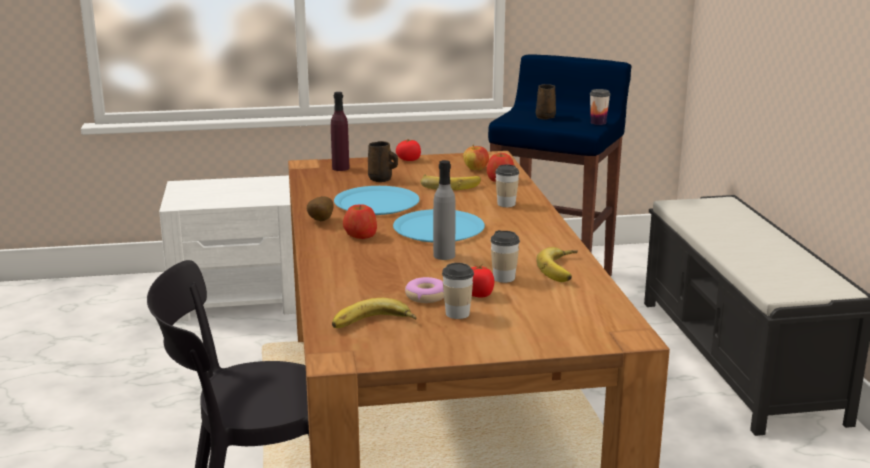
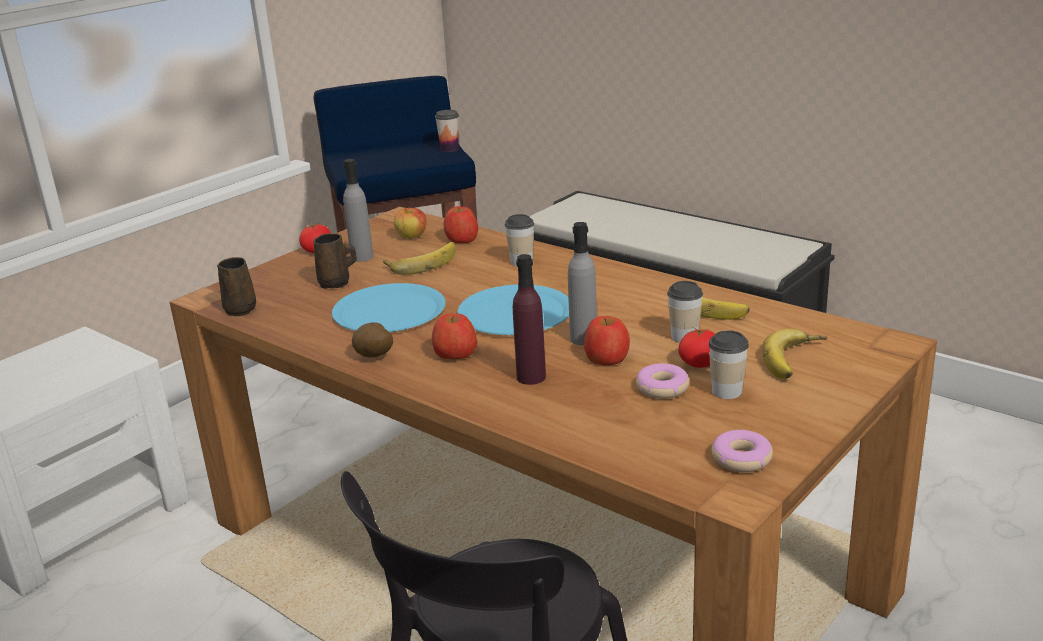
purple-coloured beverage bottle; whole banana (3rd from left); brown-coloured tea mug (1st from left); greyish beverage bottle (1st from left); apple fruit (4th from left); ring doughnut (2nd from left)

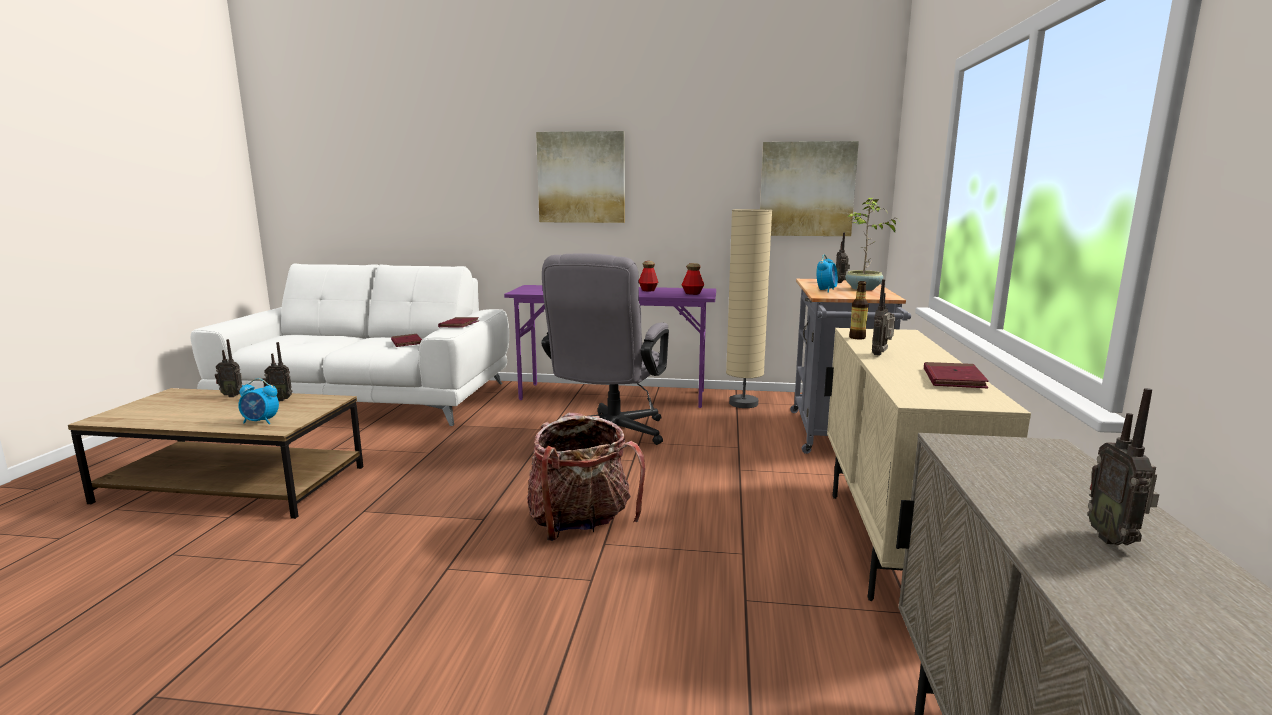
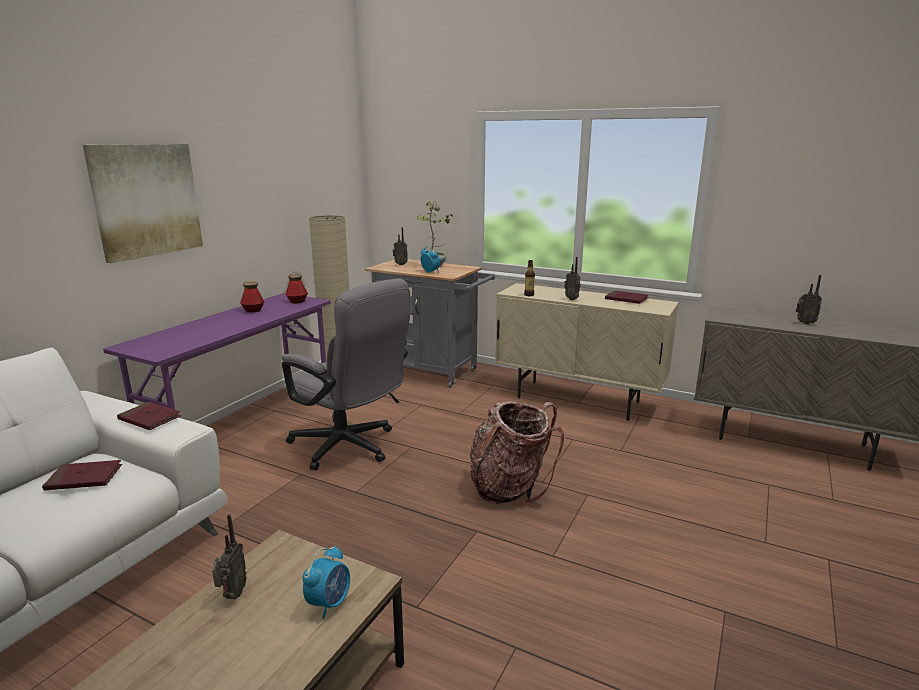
radio (1st from left in the first image); wall picture (2nd from left in the first image)

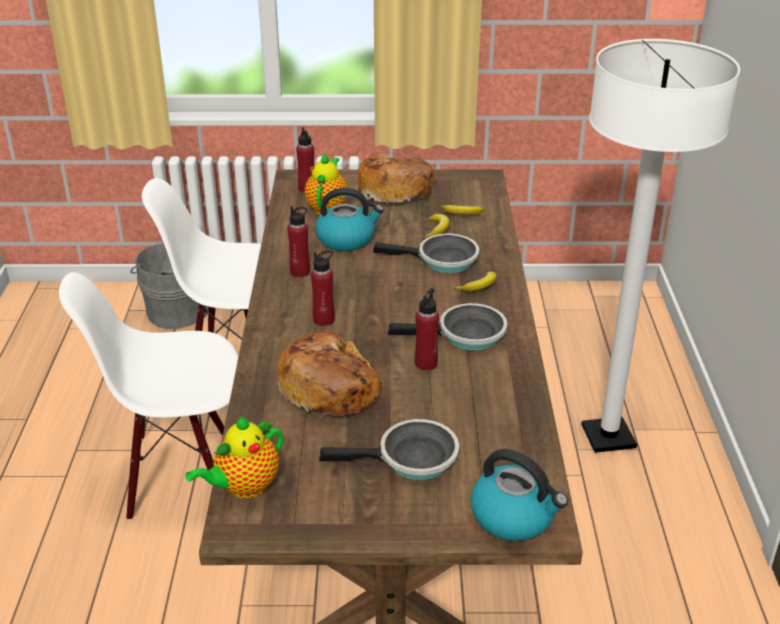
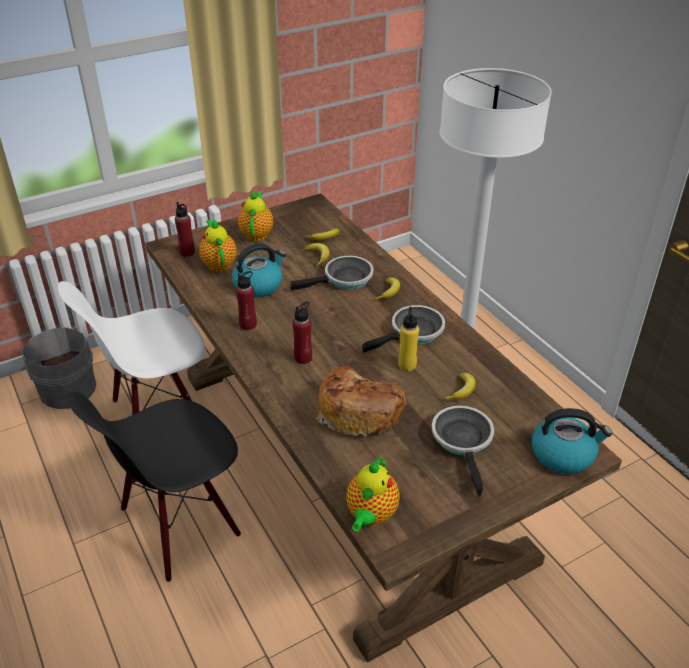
black plain chair; pan (3rd from left); tea pot (2nd from left); yellowish beverage bottle; whole banana (4th from left)

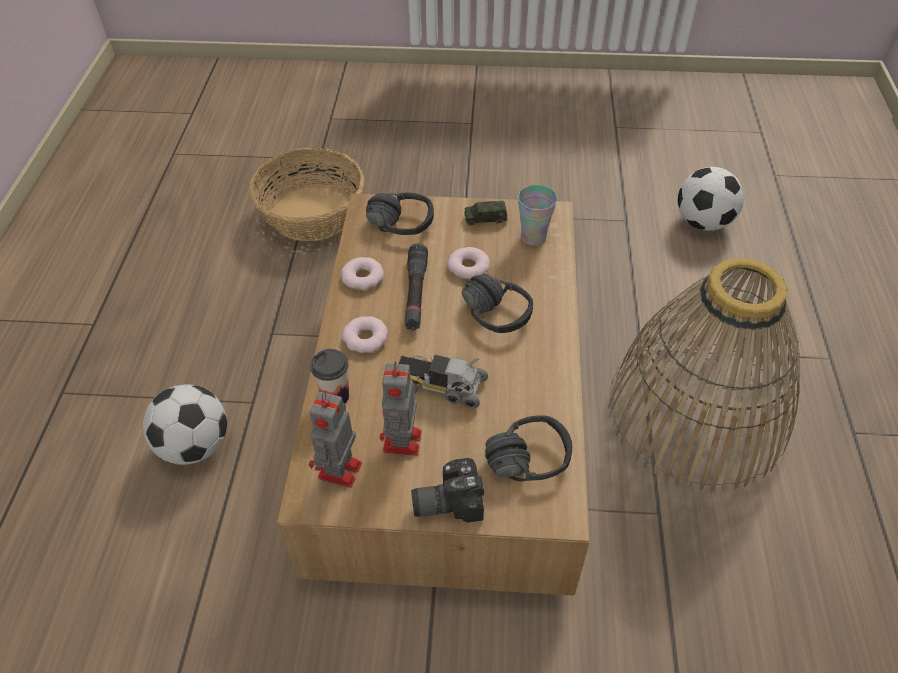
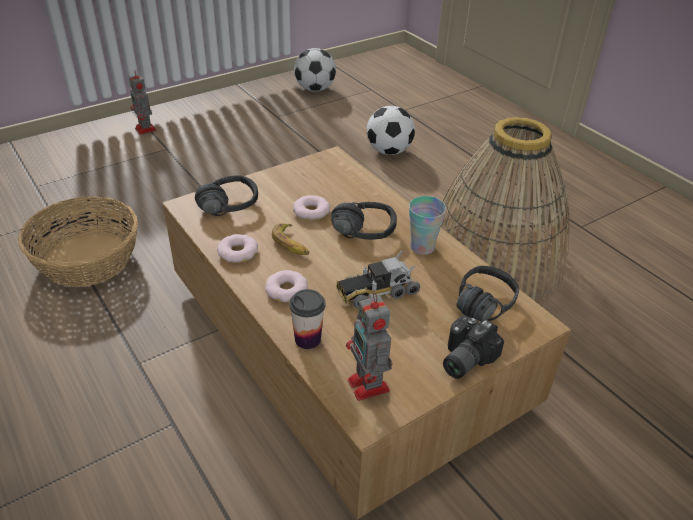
football ball (1st from left); robot figure (1st from left); whole banana; model car; cup (2nd from left)

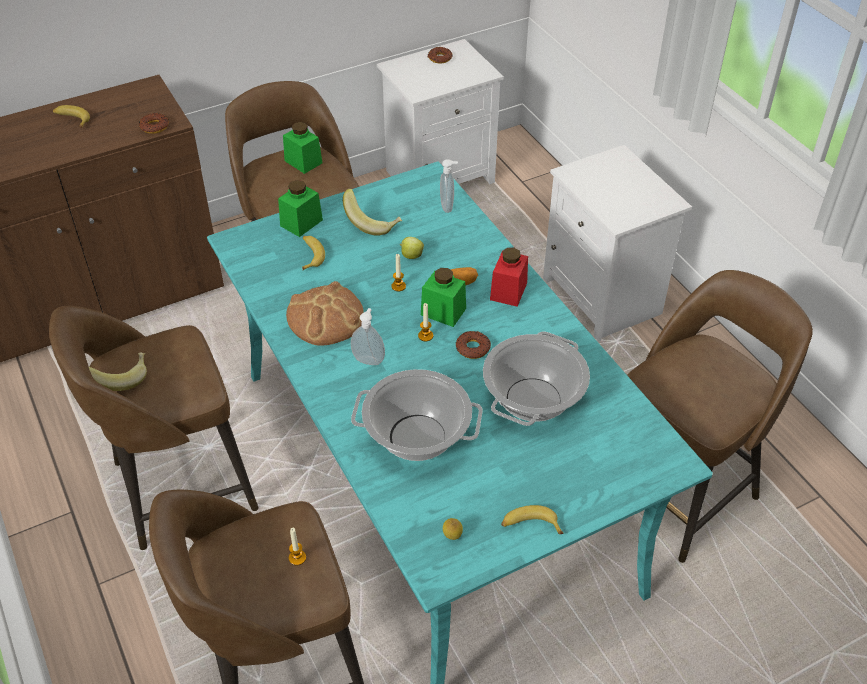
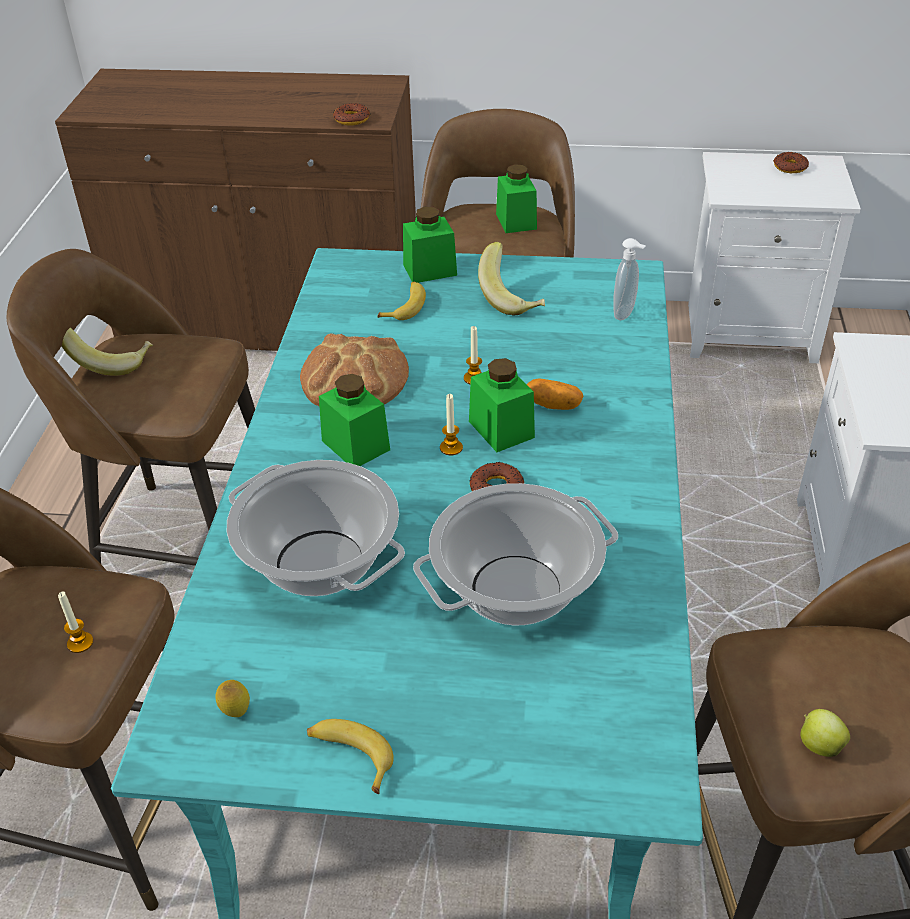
whole banana (1st from left in the first image); green-coloured jar (1st from left); apple fruit; red jar

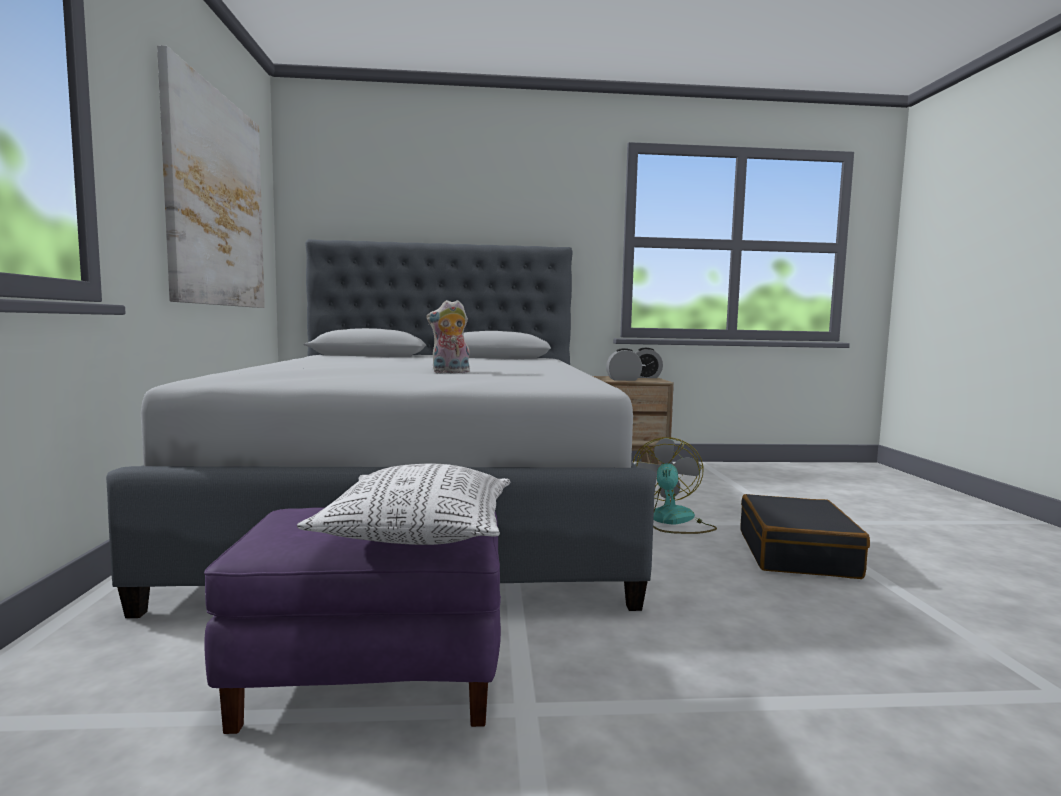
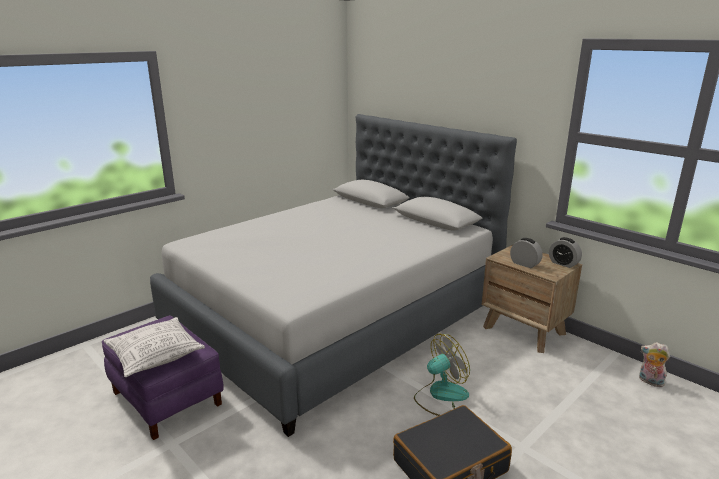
wall picture; plush toy

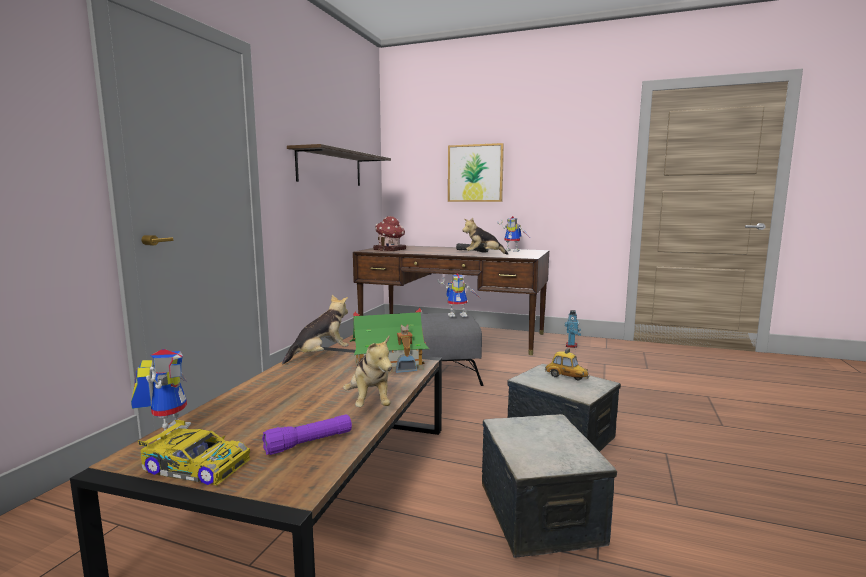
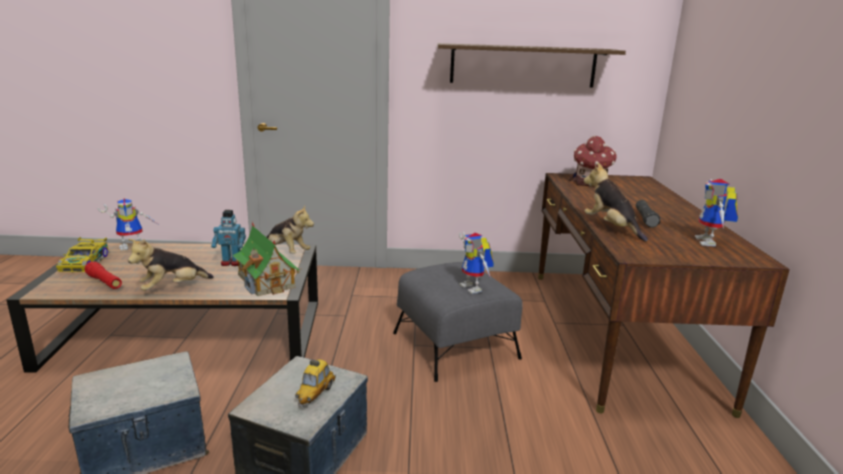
red torch; wall picture; robot figure (2nd from left)

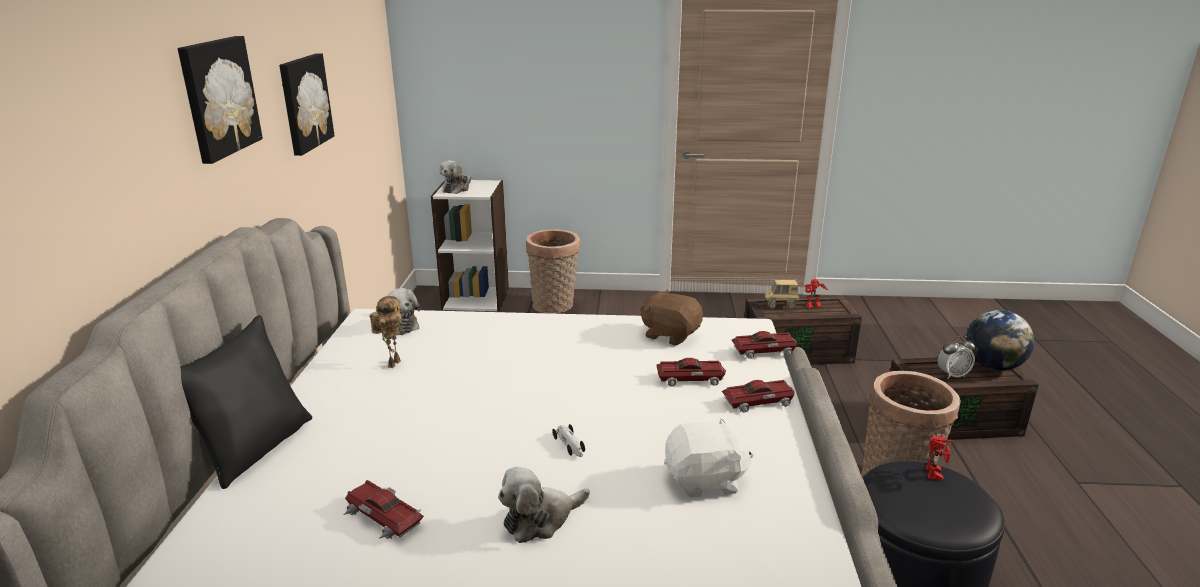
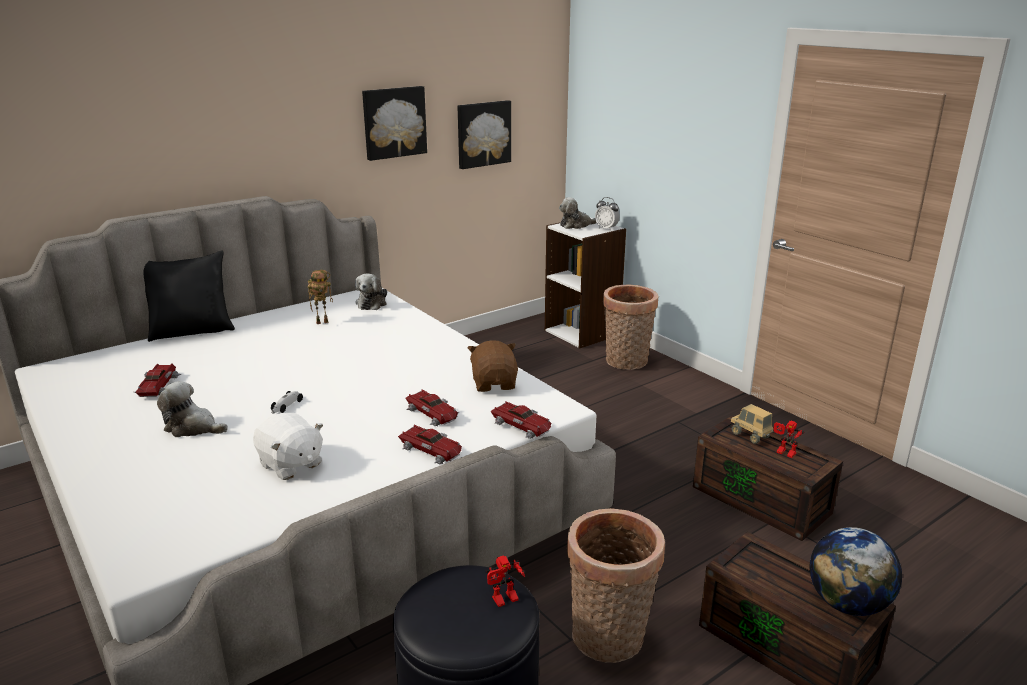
wall picture (2nd from left); alarm clock

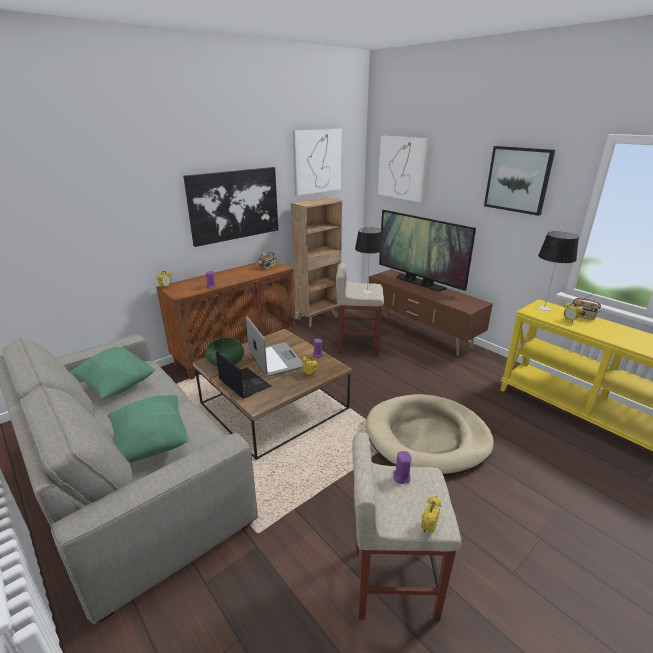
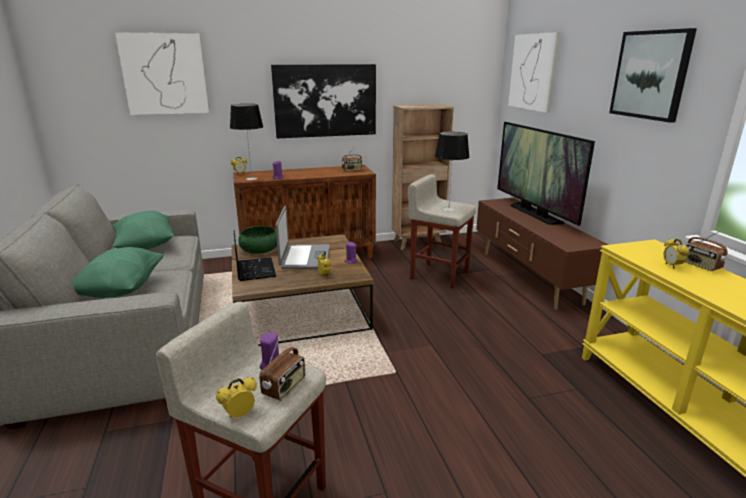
wall picture (1st from left); sand-coloured dog bed; lamp for a table (1st from left); radio (1st from left)

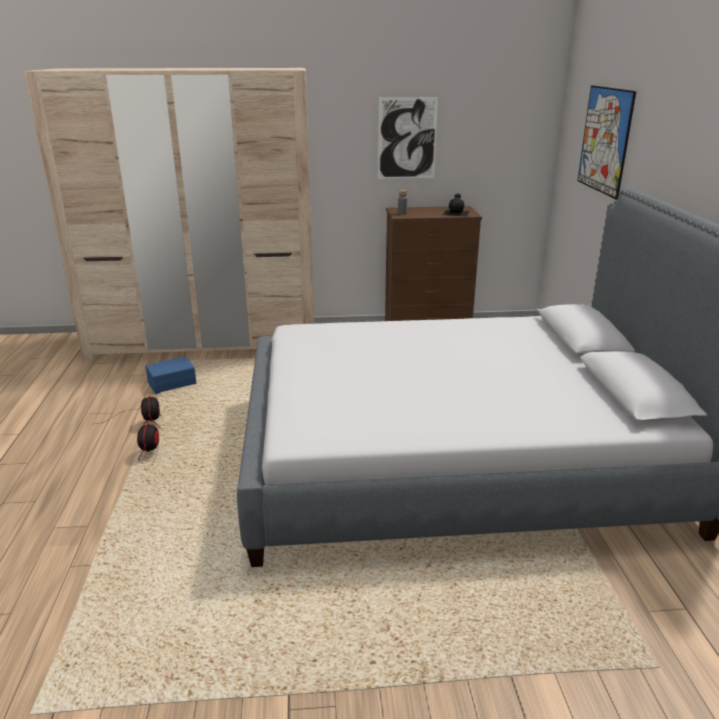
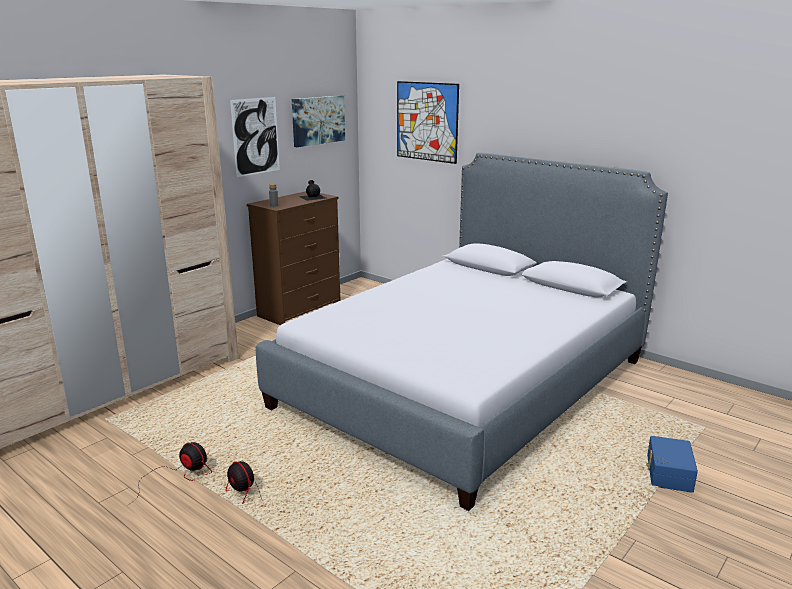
bluish storage box; wall picture (2nd from left)

